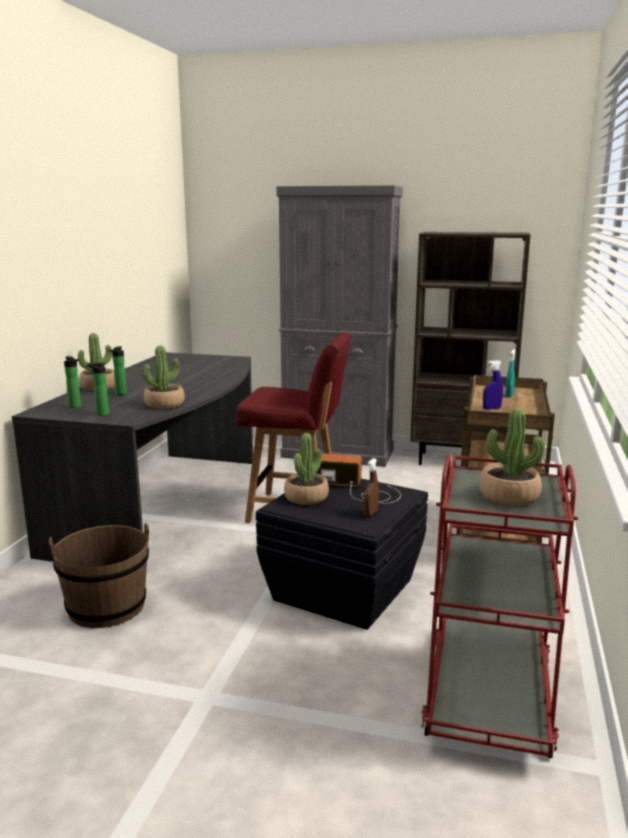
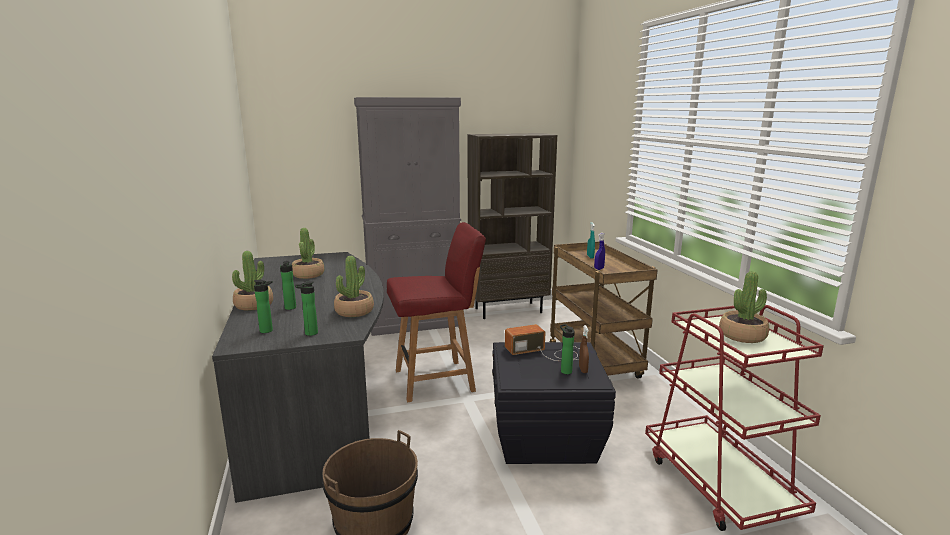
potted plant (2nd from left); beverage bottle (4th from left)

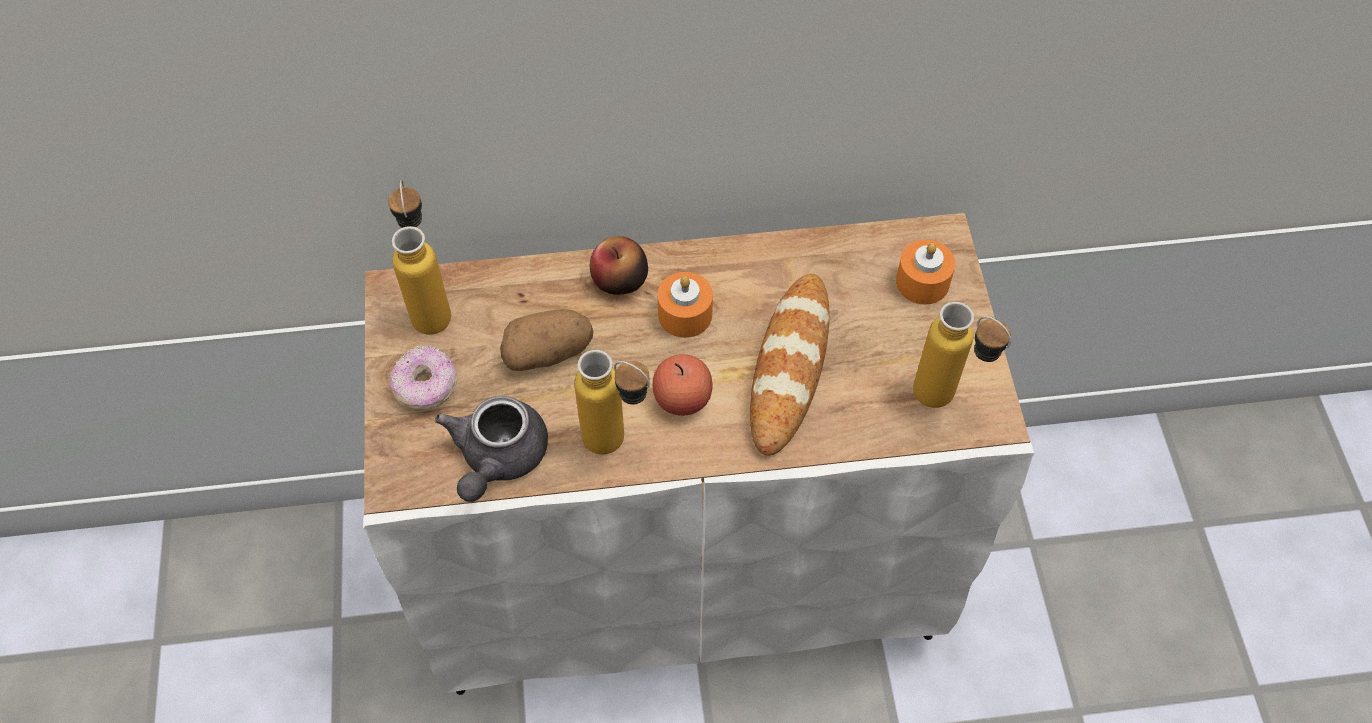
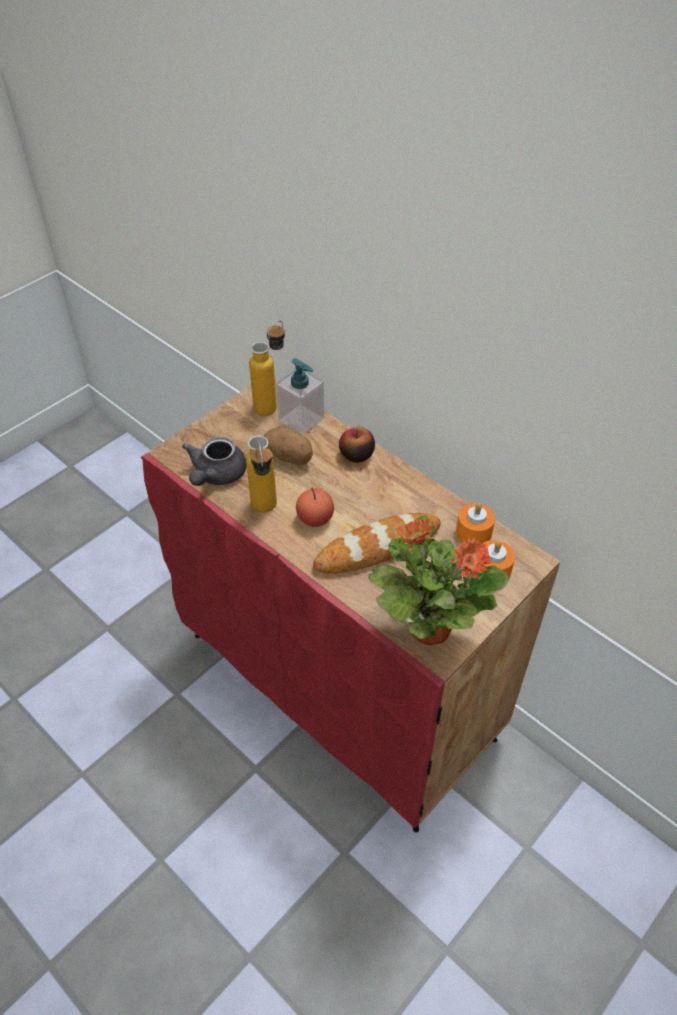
red cupboard; ring doughnut; greyish tea pot; orange wax light (1st from left); potted plant; soap bottle

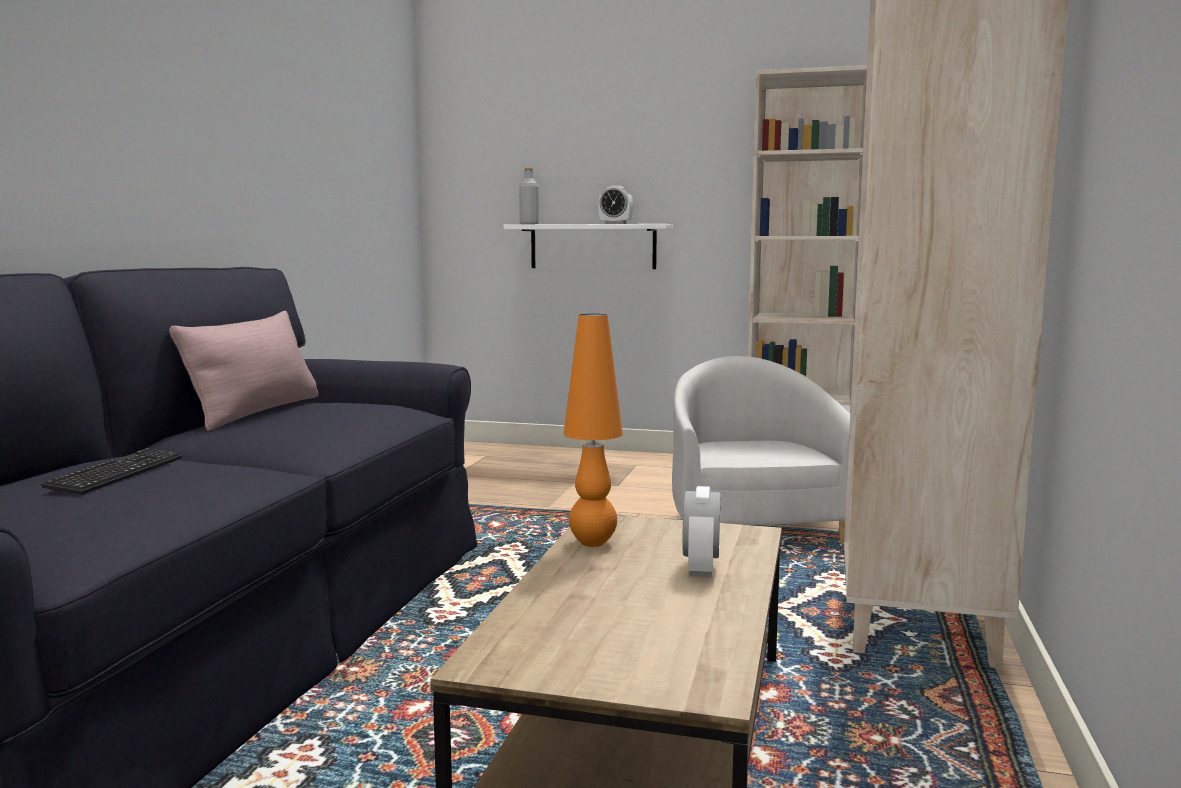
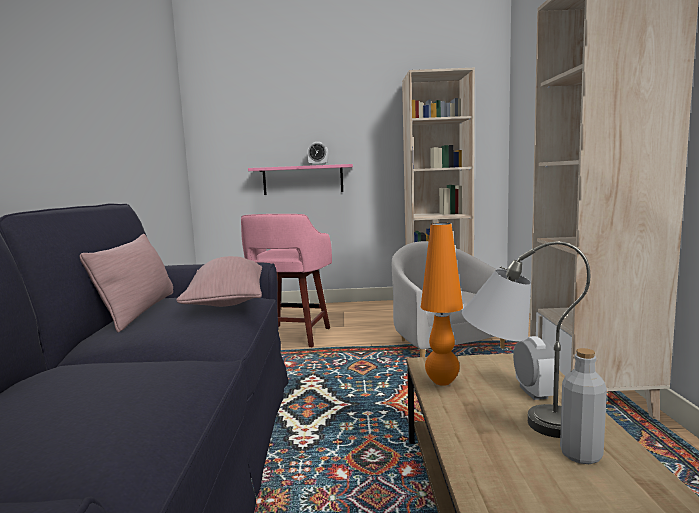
keyboard; pink-coloured shelf; greyish beverage bottle; pink-coloured pillow (2nd from left); pink-coloured stool; greyish lamp for a table

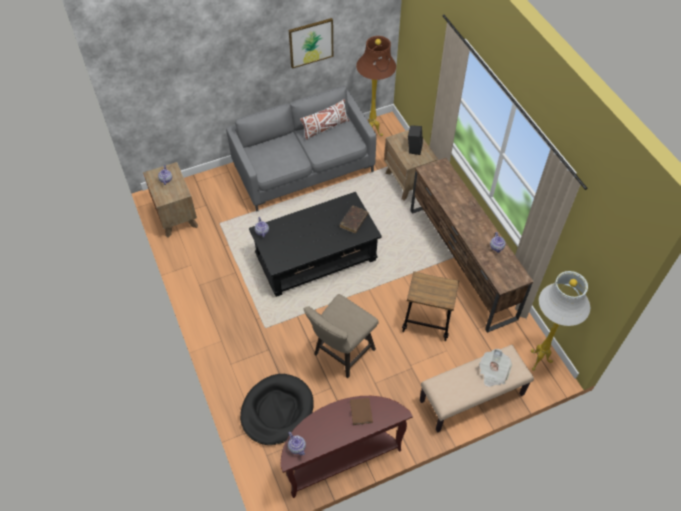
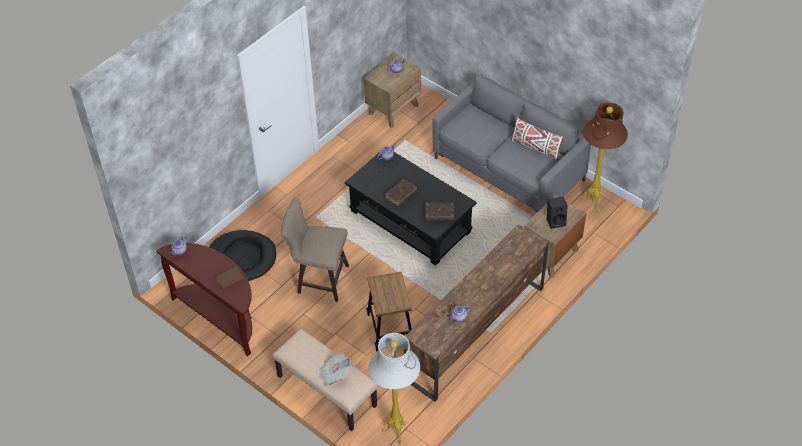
wall picture; brown-coloured book (2nd from left)

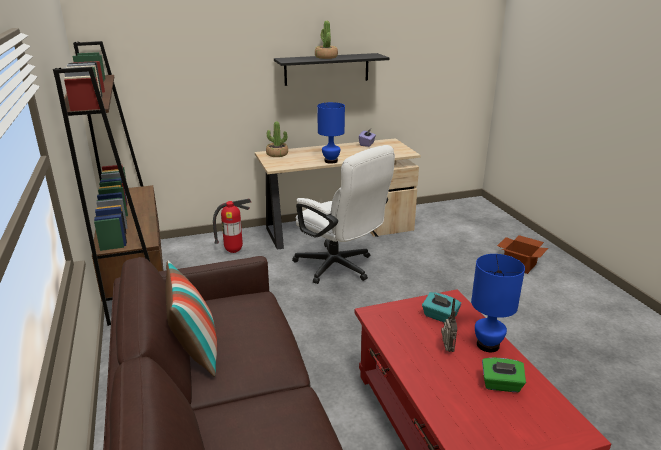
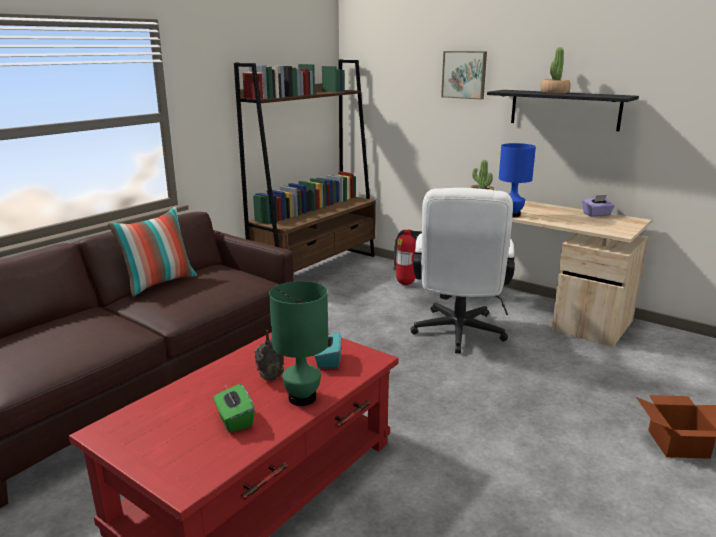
green-coloured lamp for a table; wall picture

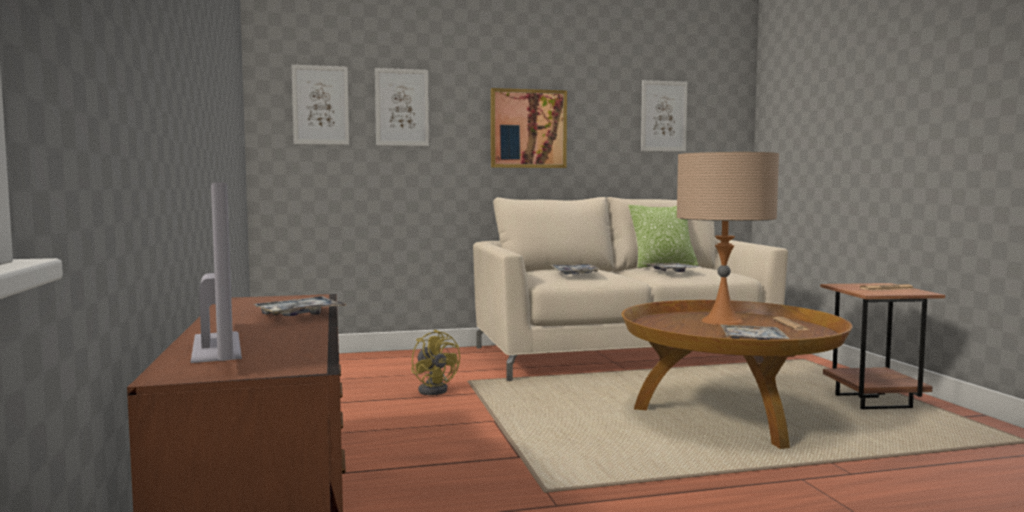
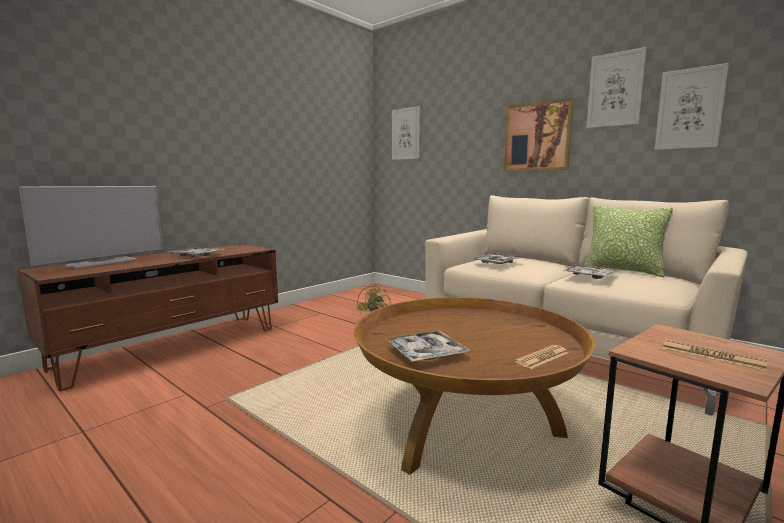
wall picture (3rd from left); sand-coloured lamp for a table

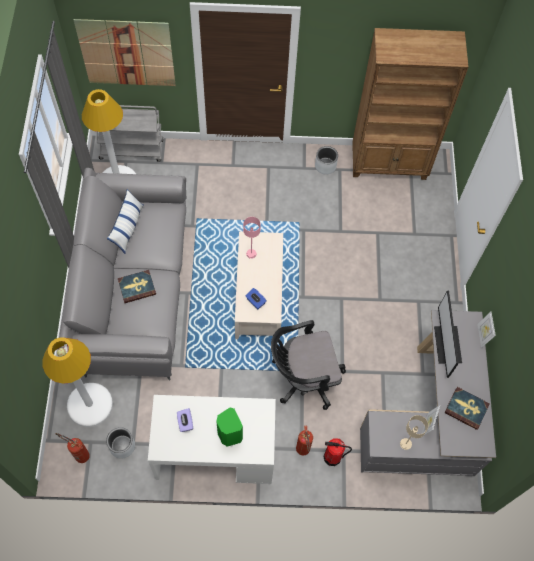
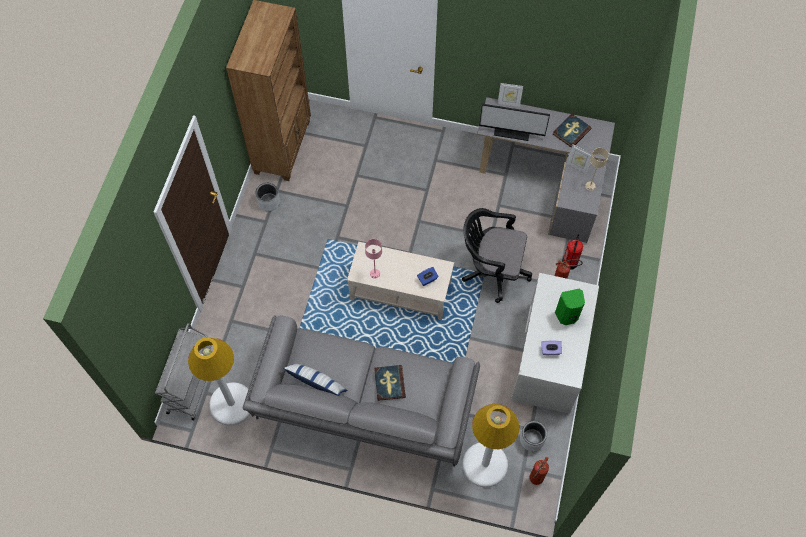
wall picture; black computer chair

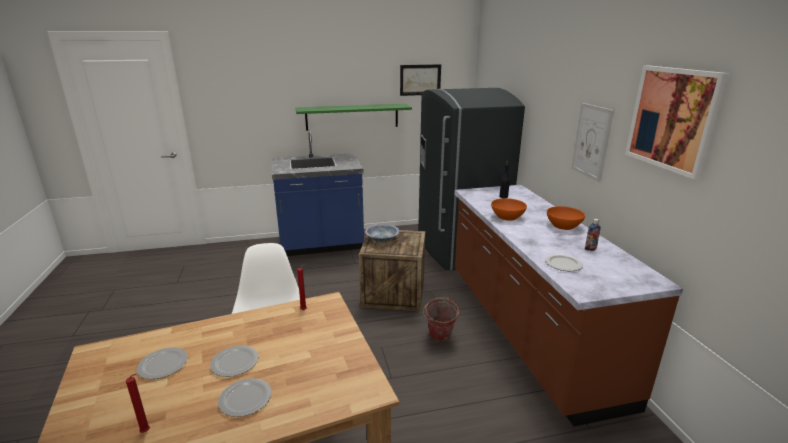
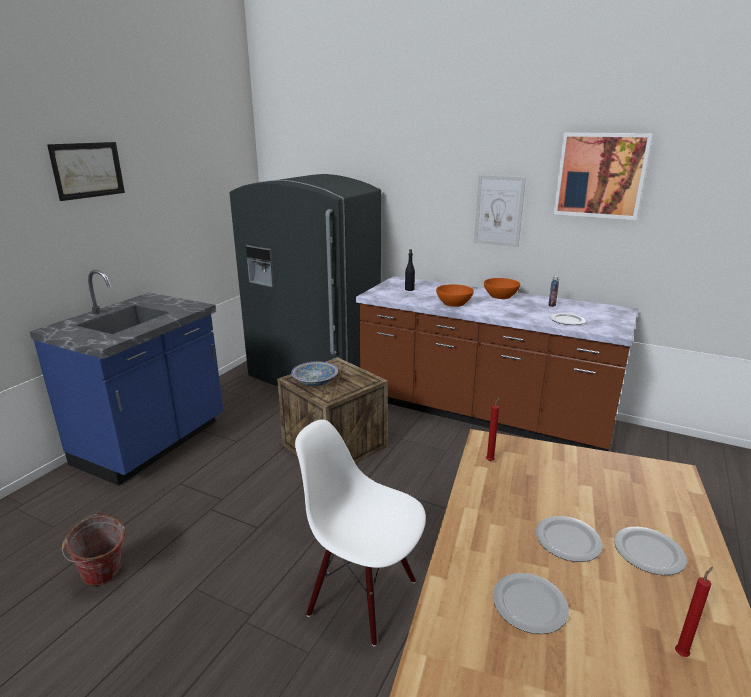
green-coloured shelf; wall picture (1st from left); pail

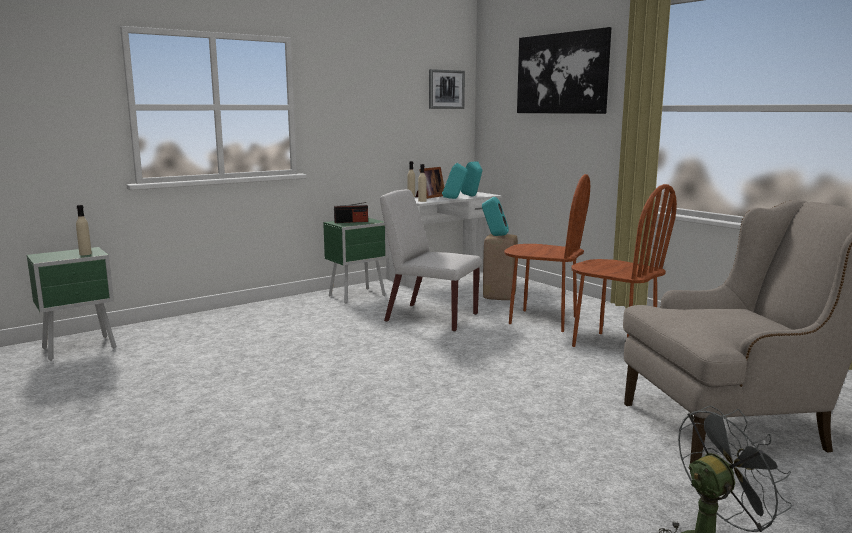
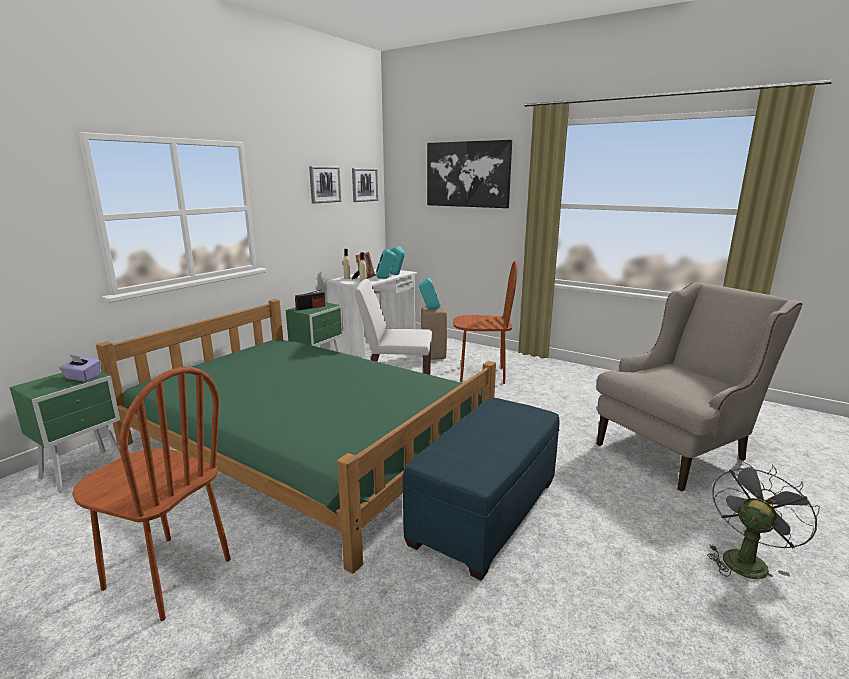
purple-coloured tissue holder; brown-coloured plain chair (1st from left); green-coloured sleeping bed; wall picture (1st from left); bluish pouffe

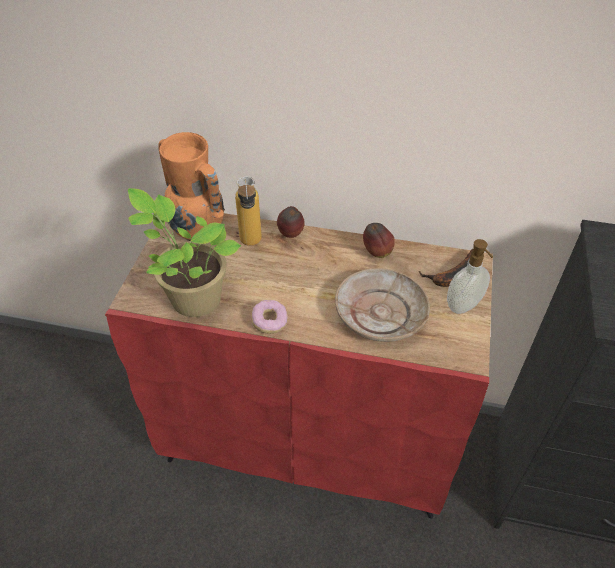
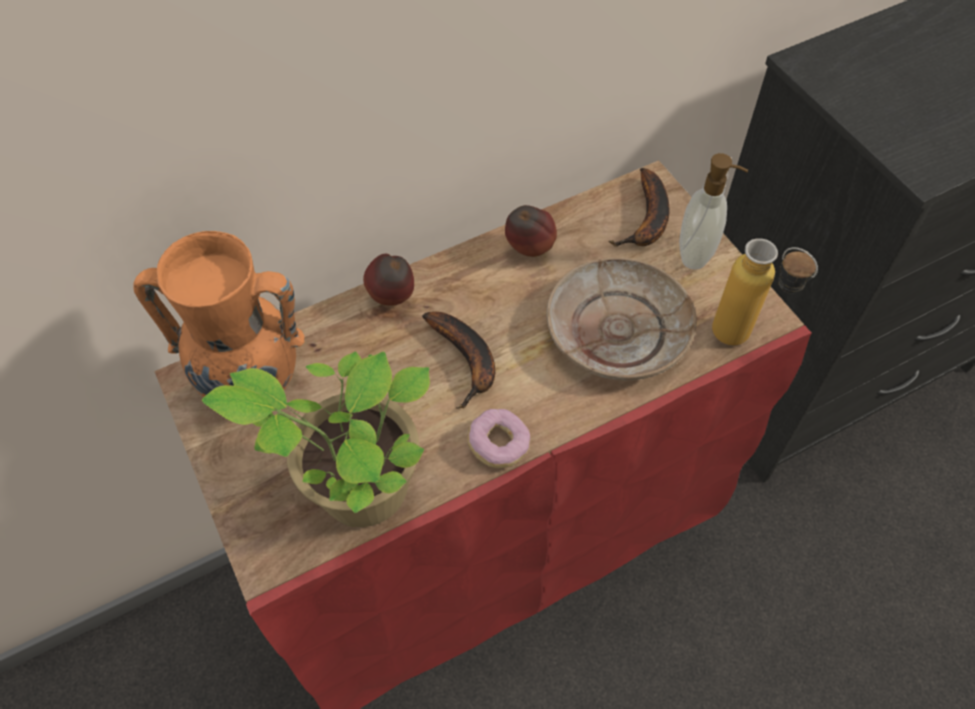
beverage bottle; whole banana (1st from left)

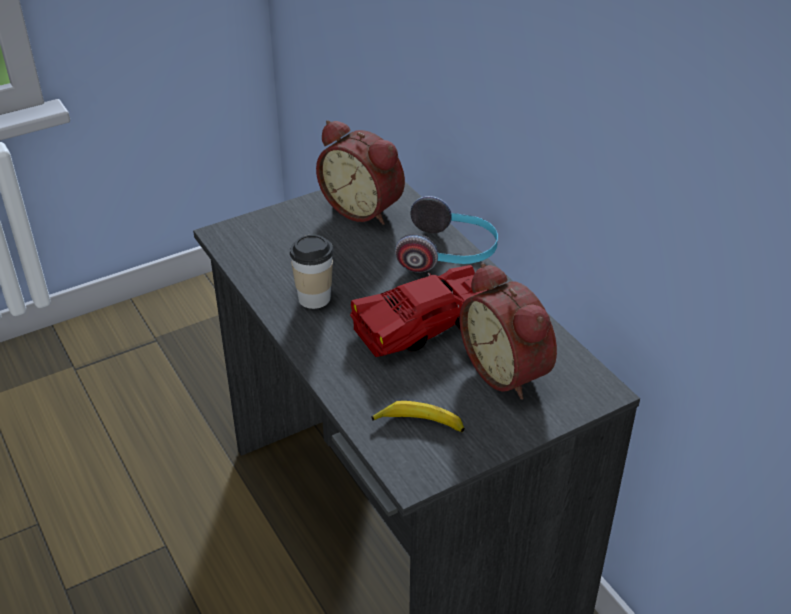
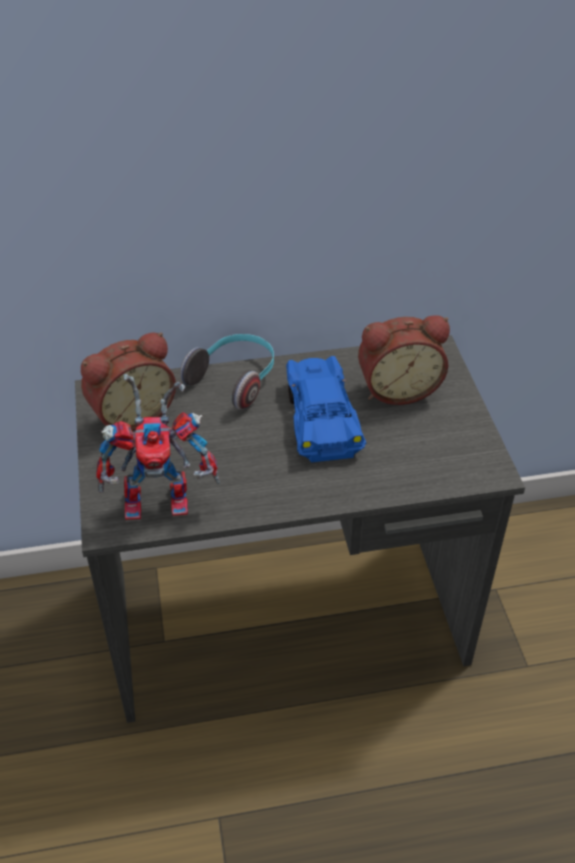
cup; bluish model car; whole banana; robot figure

